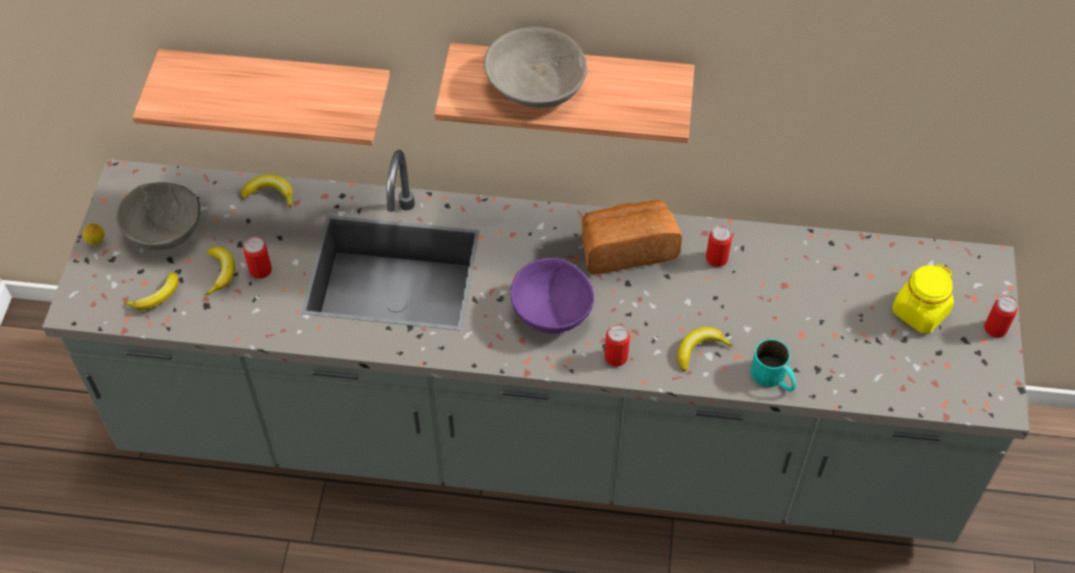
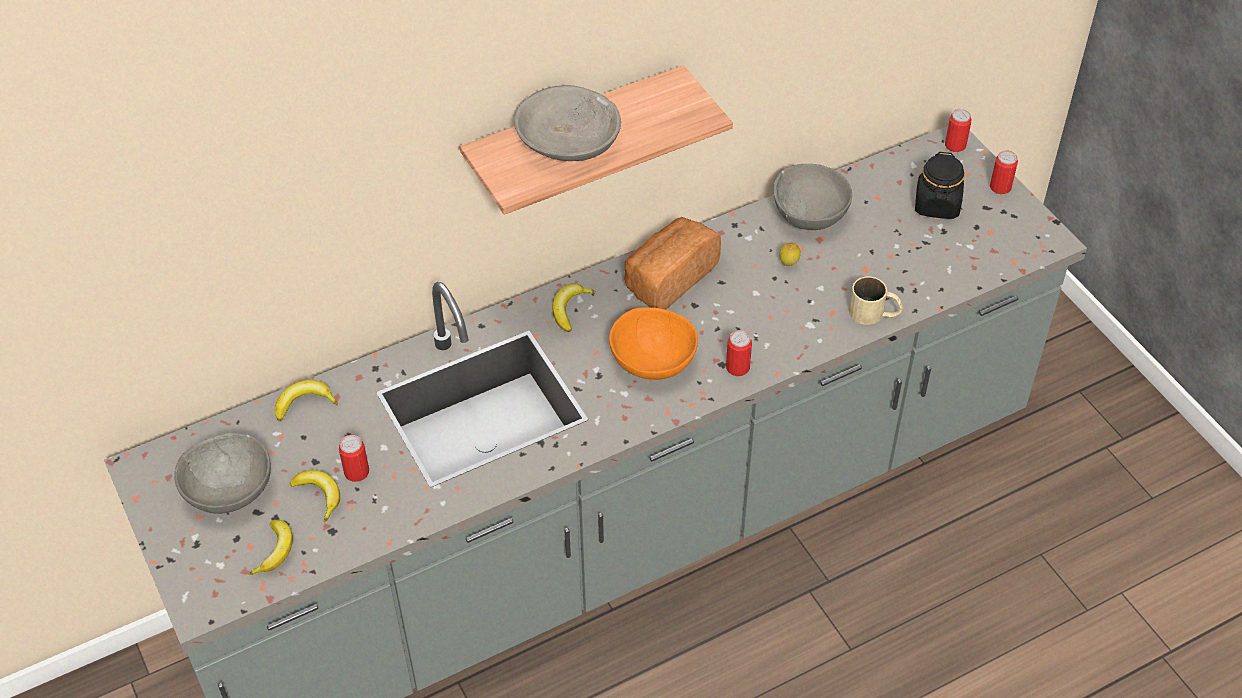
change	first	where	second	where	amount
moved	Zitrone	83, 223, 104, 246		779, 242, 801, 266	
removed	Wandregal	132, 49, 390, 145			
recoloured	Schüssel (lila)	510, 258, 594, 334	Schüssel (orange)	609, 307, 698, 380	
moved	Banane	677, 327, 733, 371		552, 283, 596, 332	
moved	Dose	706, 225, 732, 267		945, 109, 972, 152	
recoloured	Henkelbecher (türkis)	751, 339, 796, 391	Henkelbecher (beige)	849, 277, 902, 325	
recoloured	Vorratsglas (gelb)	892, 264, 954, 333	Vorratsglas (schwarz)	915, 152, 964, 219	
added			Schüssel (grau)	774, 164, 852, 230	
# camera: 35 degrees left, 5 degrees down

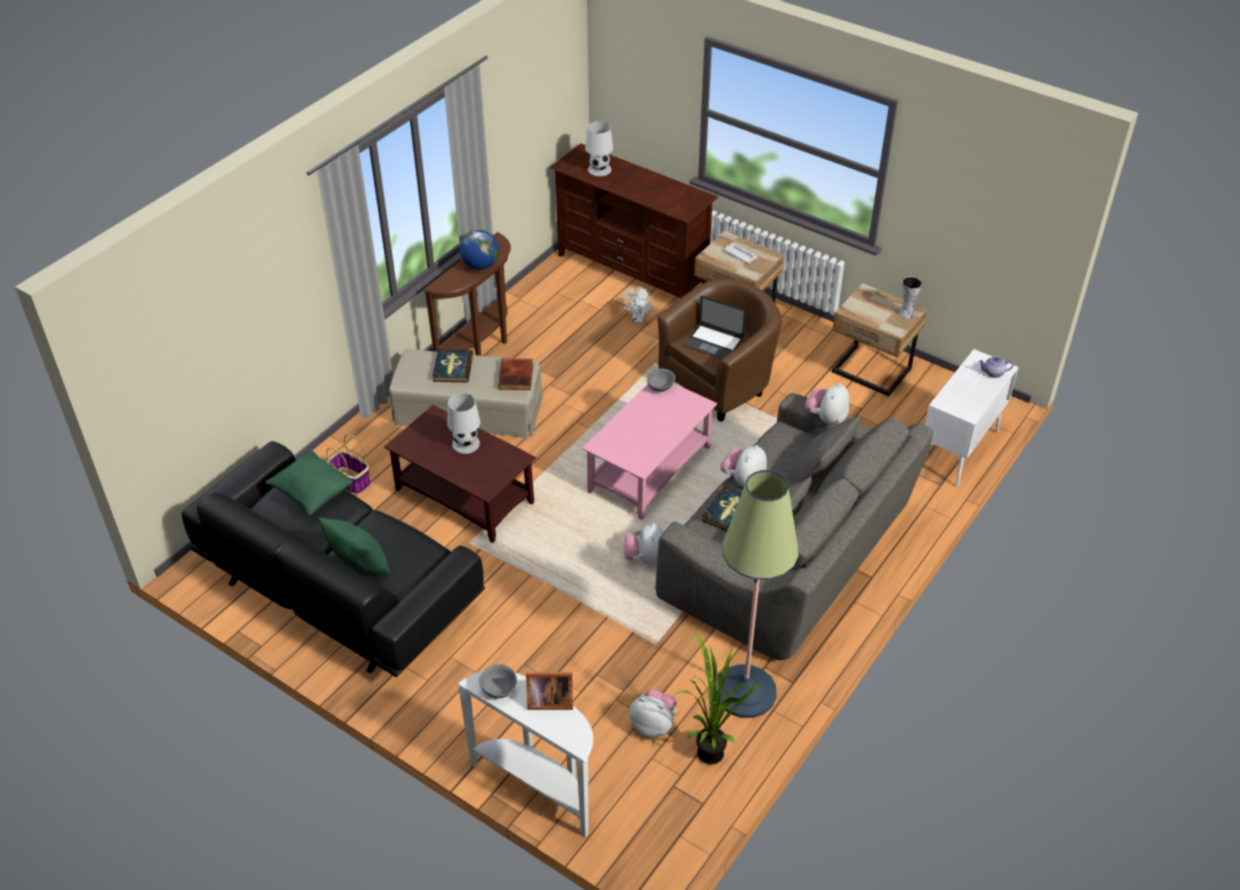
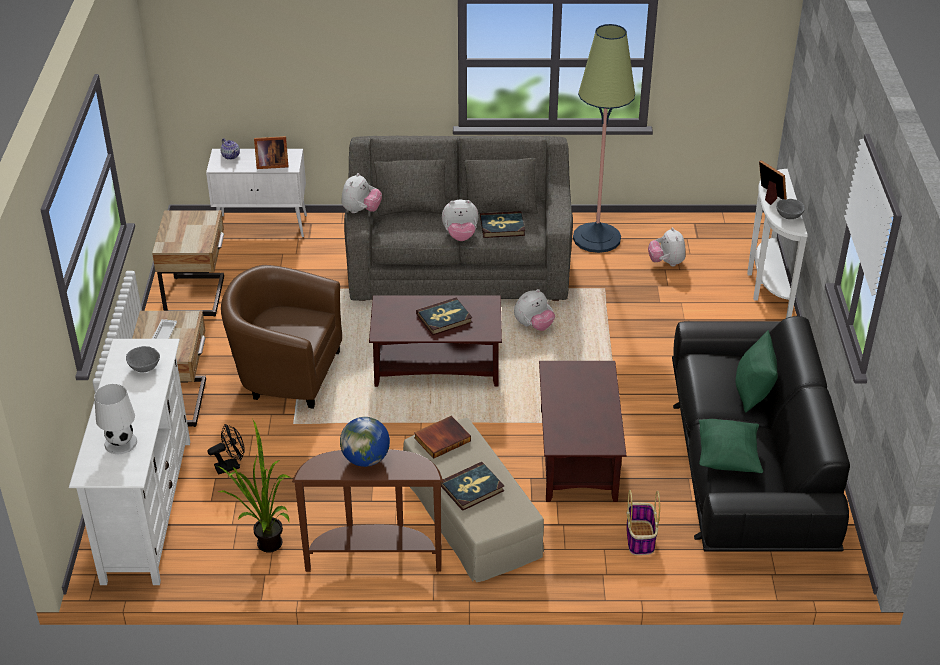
change	first	where	second	where	amount
removed	Tischlampe (weiß)	447, 393, 480, 454			
recoloured	Fernsehschrank (braun)	549, 144, 718, 299	Fernsehschrank (weiß)	69, 339, 190, 585	
recoloured	Couchtisch (rosa)	582, 383, 717, 520	Couchtisch (braun)	369, 295, 502, 387	
recoloured	Ventilator (weiß)	621, 286, 654, 323	Ventilator (schwarz)	208, 424, 245, 475	
moved	Schüssel (grau)	647, 369, 675, 392		126, 346, 160, 373	
moved	Topfpflanze	675, 632, 761, 765		217, 420, 291, 553	
removed	Laptop	684, 296, 746, 359			
turned	Plüschtier	805, 383, 849, 426		341, 173, 382, 213	60 degrees counterclockwise
removed	Vase	899, 276, 922, 319			
added			Bilderrahmen	254, 136, 289, 169	
added			Buch	416, 298, 473, 335	
# camera: 125 degrees left, 5 degrees down

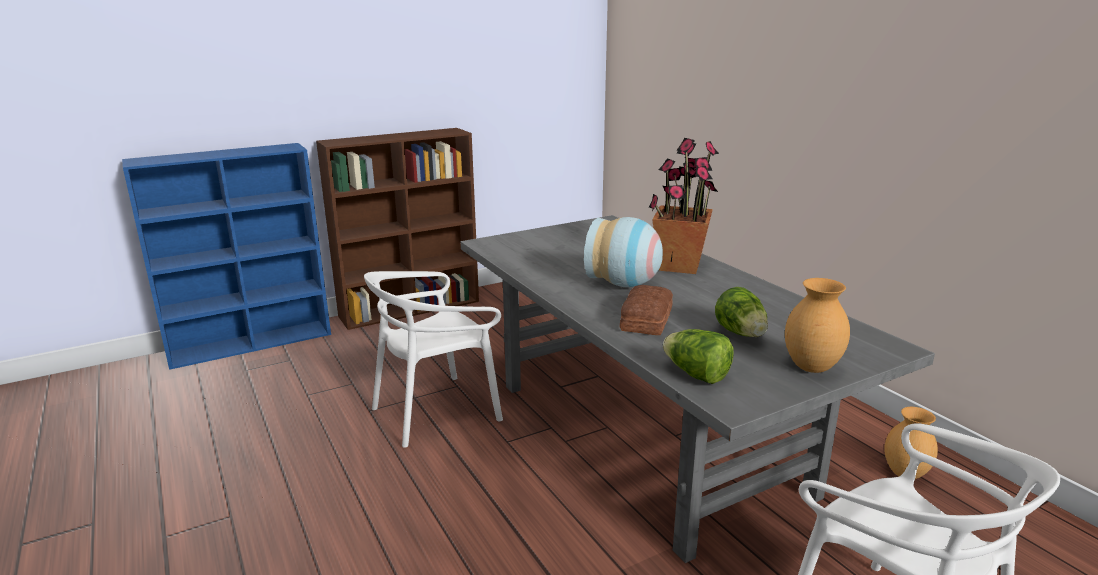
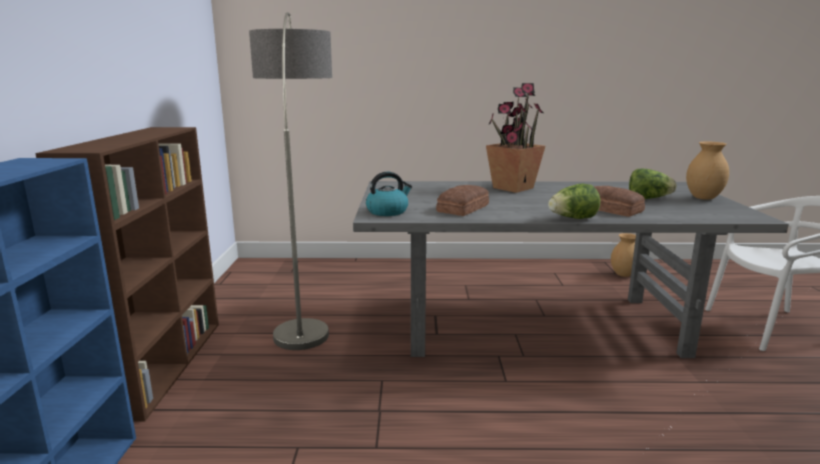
change	first	where	second	where	amount
removed	Stuhl (weiß)	364, 271, 503, 448			
removed	Vase	584, 217, 663, 287			
moved	Salatkopf	663, 329, 734, 384		548, 183, 600, 219	
added			Stehlampe	249, 12, 332, 350	
added			Wasserkessel	366, 172, 412, 216	
added			Brot	436, 185, 489, 216	
# camera: 60 degrees left, 5 degrees down

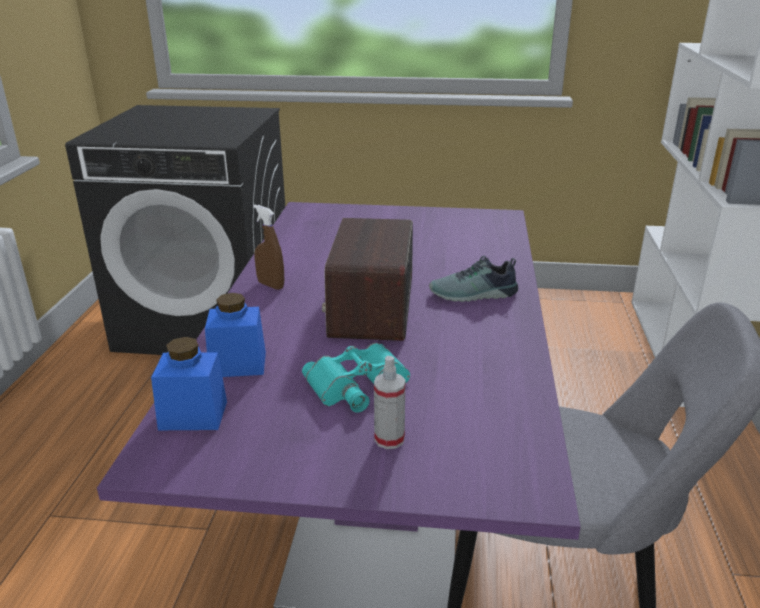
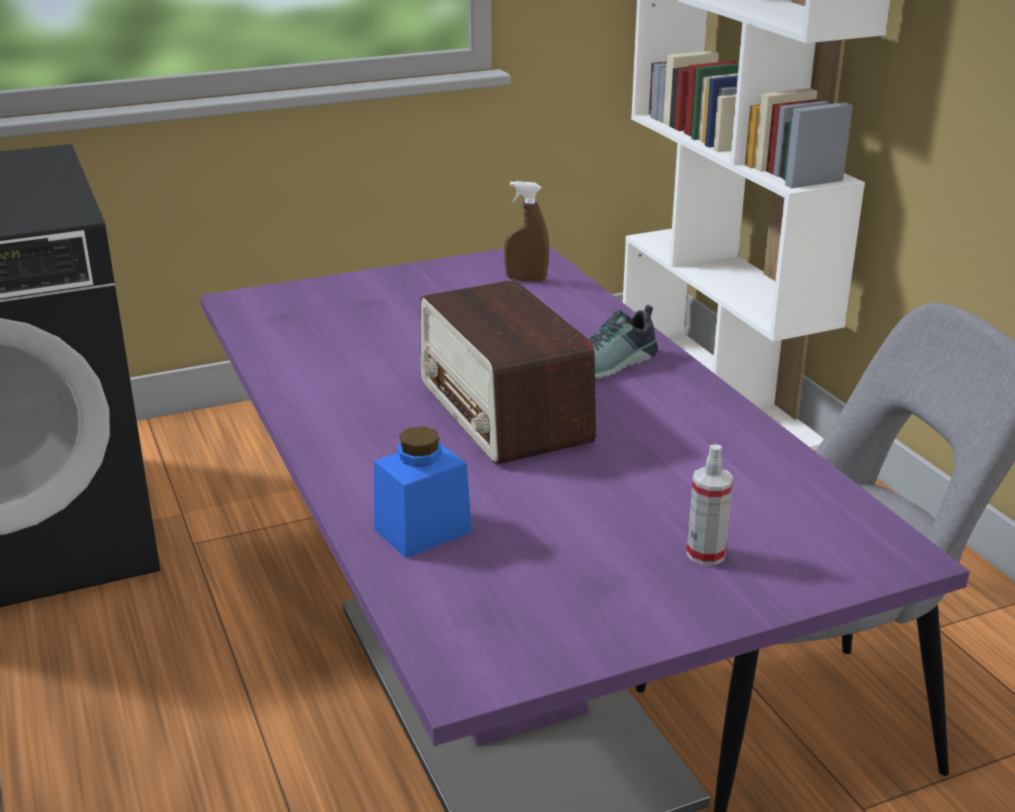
change	first	where	second	where	amount
removed	Vorratsglas (blau)	151, 337, 227, 430			
moved	Sprühflasche (braun)	253, 205, 284, 290		504, 181, 549, 282	
removed	Fernglas (türkis)	302, 343, 410, 412			
# camera: 30 degrees left, 0 degrees up

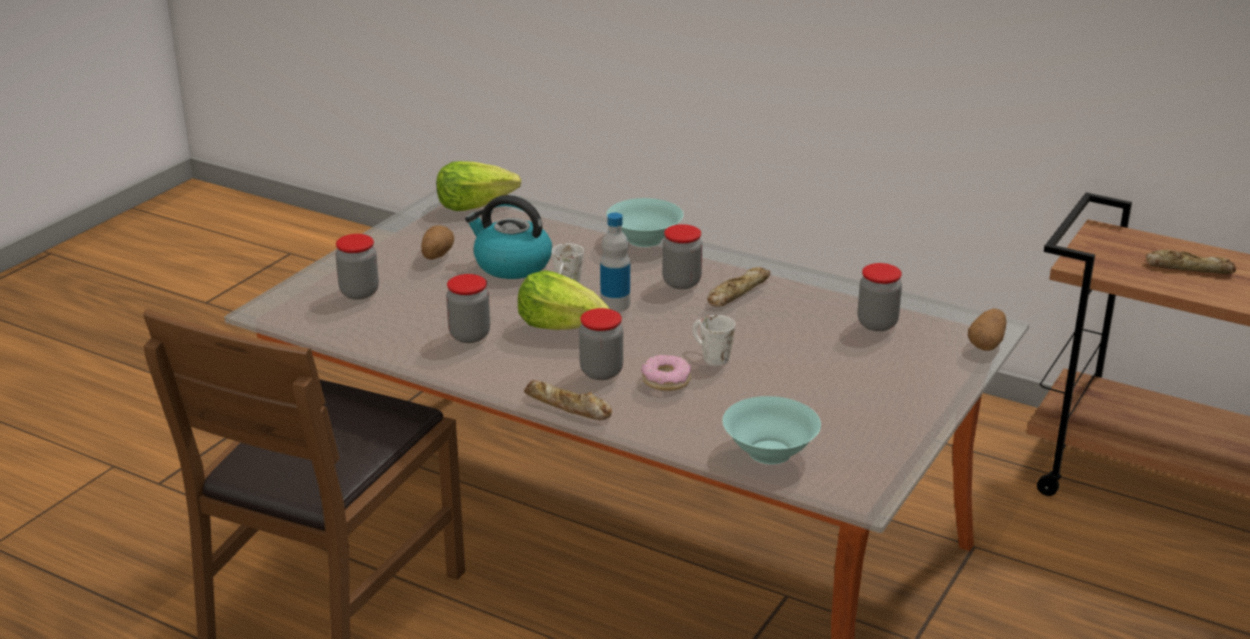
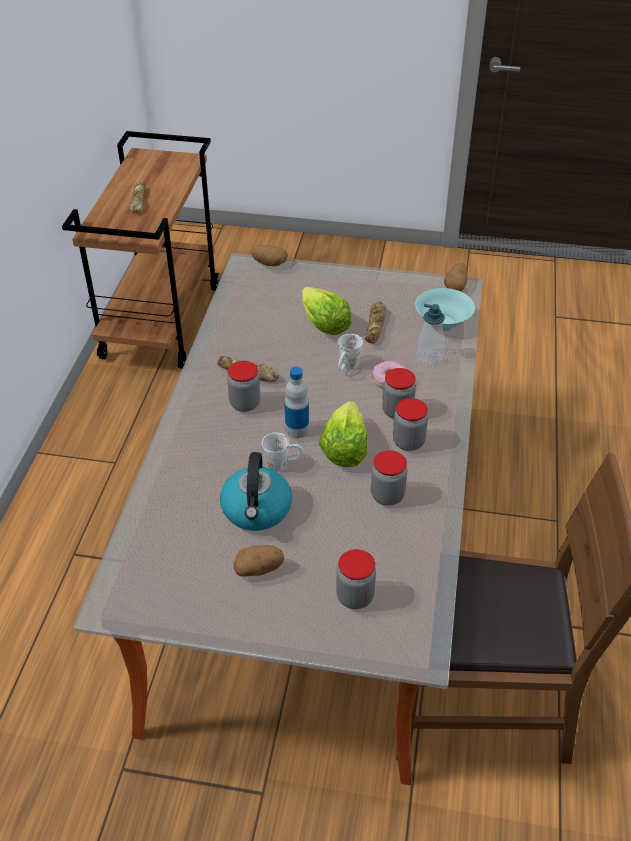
change	first	where	second	where	amount
moved	Salatkopf	436, 161, 521, 211		302, 286, 352, 335	
moved	Brot	524, 380, 612, 420		365, 301, 386, 343	
removed	Schüssel (türkis)	606, 198, 683, 247			
moved	Vorratsglas	857, 263, 902, 331		393, 398, 428, 451	
added			Seifenspender	416, 304, 445, 365	
added			Kartoffel	444, 263, 468, 292	
# camera: 110 degrees left, 15 degrees up

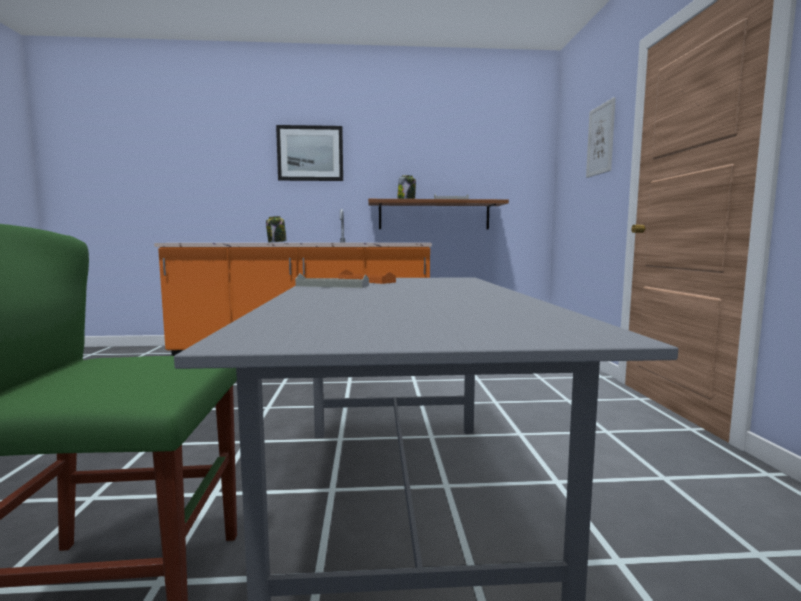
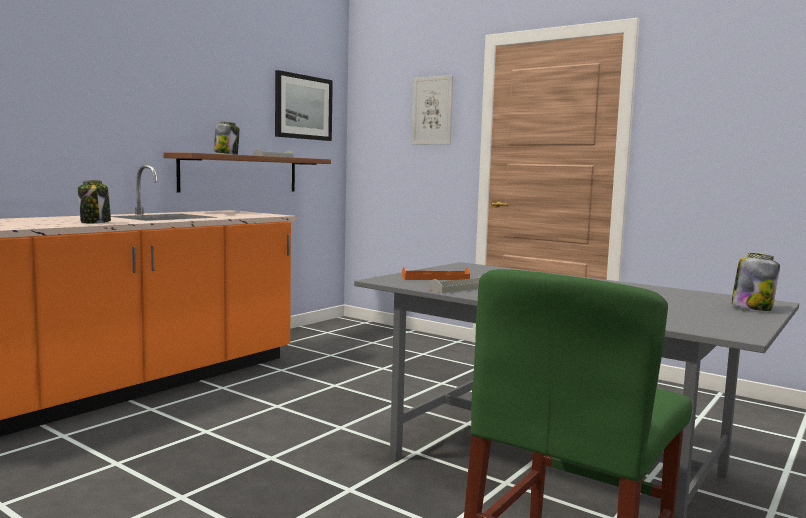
change	first	where	second	where	amount
moved	Bild	276, 125, 343, 181		275, 70, 333, 141	
added			Vorratsglas	731, 253, 780, 311	
# camera: 50 degrees left, 0 degrees up

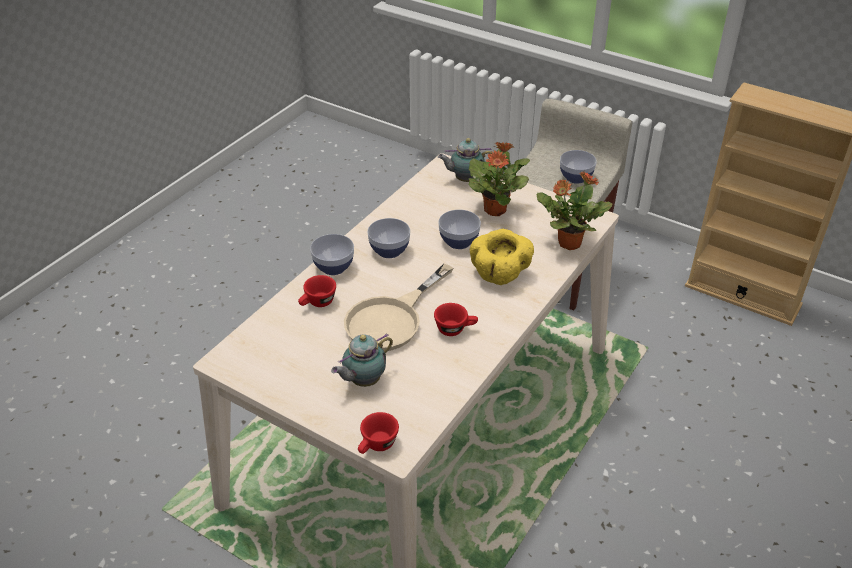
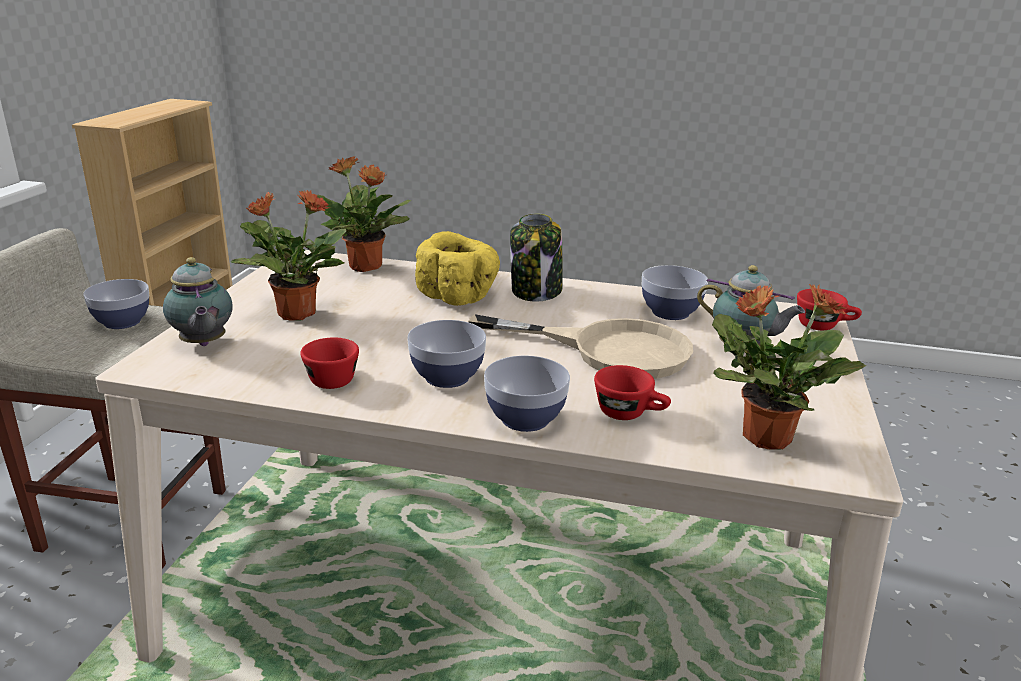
change	first	where	second	where	amount
moved	Tasse (rot)	434, 303, 478, 336		300, 338, 359, 389	
moved	Schüssel	439, 210, 481, 249		642, 265, 708, 320	
added			Vorratsglas	510, 214, 563, 302	
added			Topfpflanze	712, 284, 866, 450	
# camera: 110 degrees left, 15 degrees down

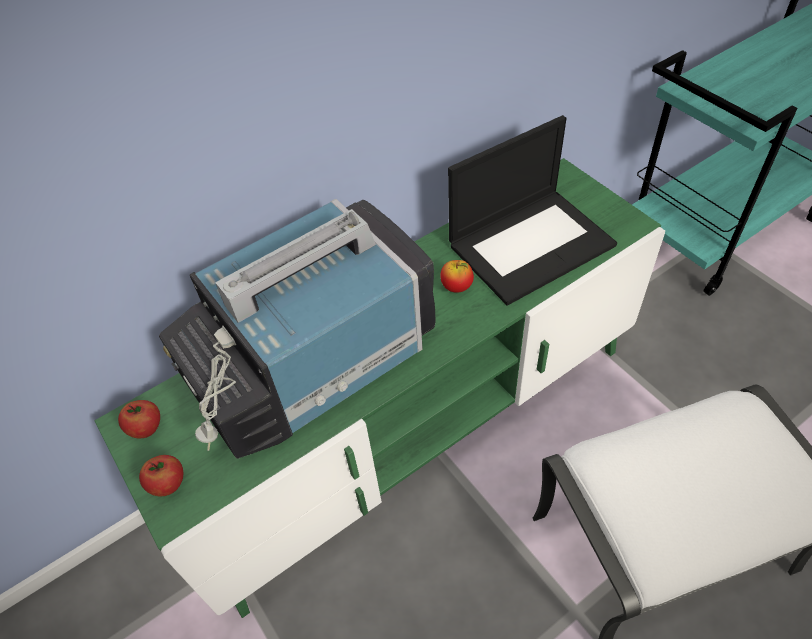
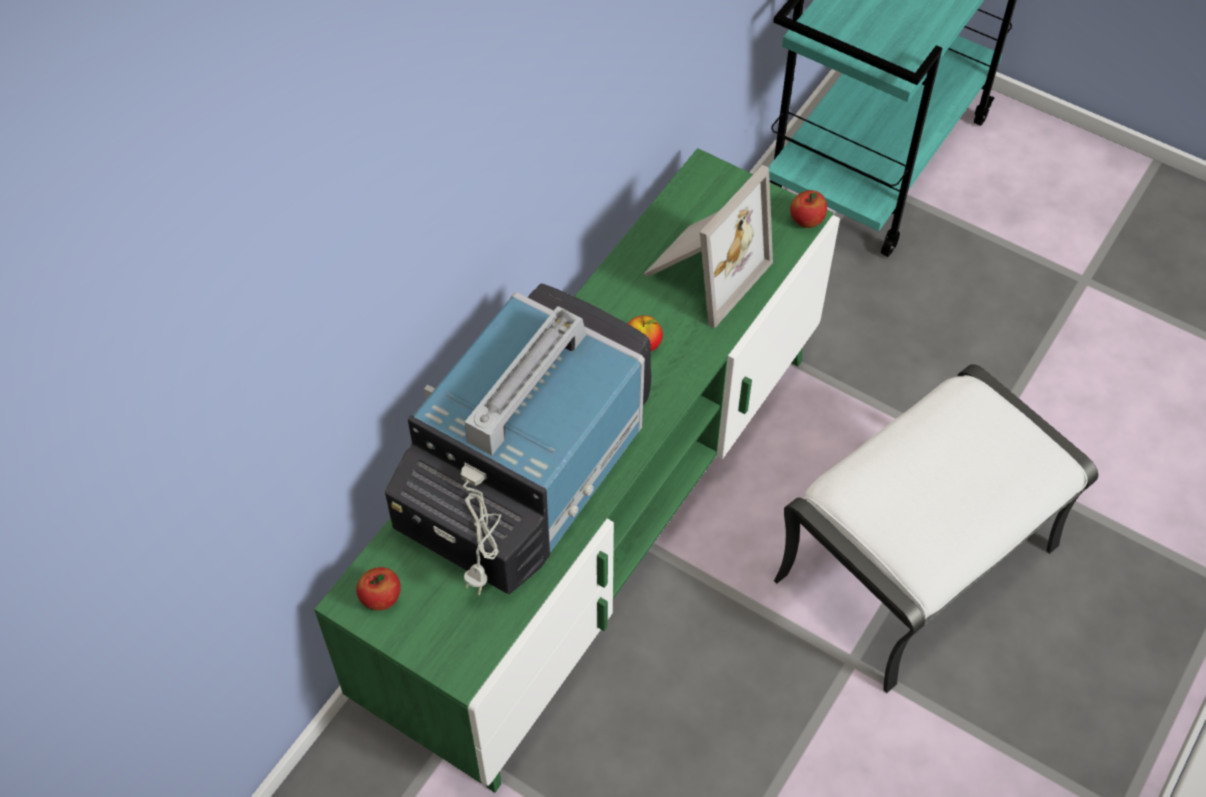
change	first	where	second	where	amount
moved	Apfel	139, 455, 183, 496		790, 190, 827, 228	
replaced	Laptop	448, 115, 617, 305	Bilderrahmen	644, 165, 773, 329	
# camera: 25 degrees left, 5 degrees up

